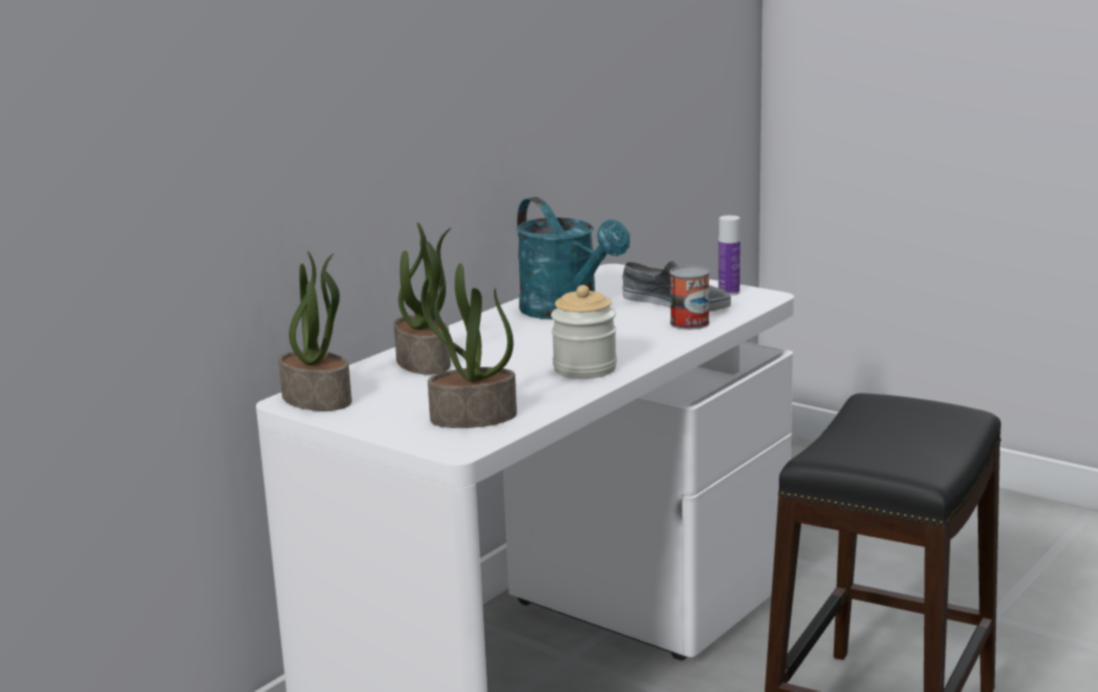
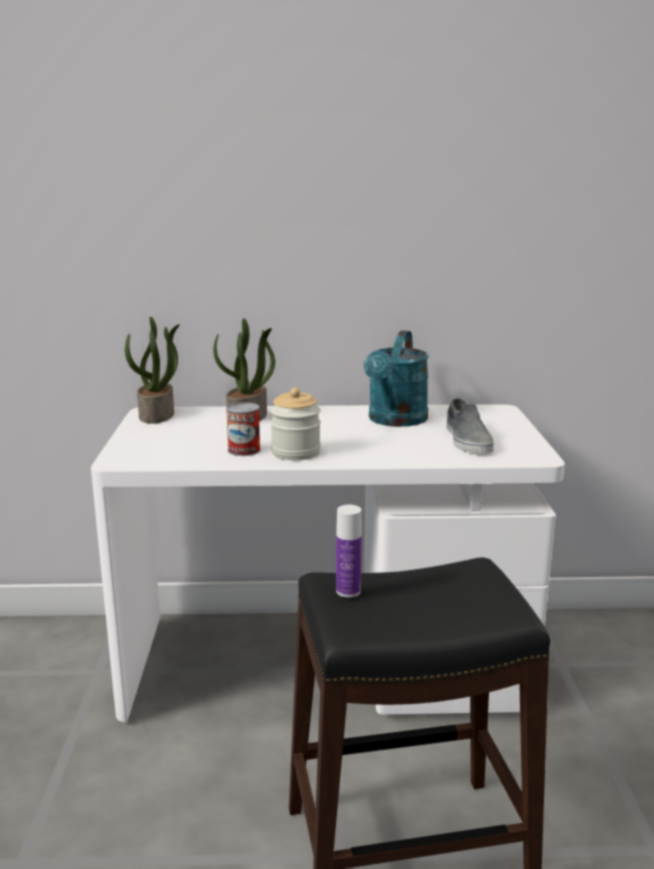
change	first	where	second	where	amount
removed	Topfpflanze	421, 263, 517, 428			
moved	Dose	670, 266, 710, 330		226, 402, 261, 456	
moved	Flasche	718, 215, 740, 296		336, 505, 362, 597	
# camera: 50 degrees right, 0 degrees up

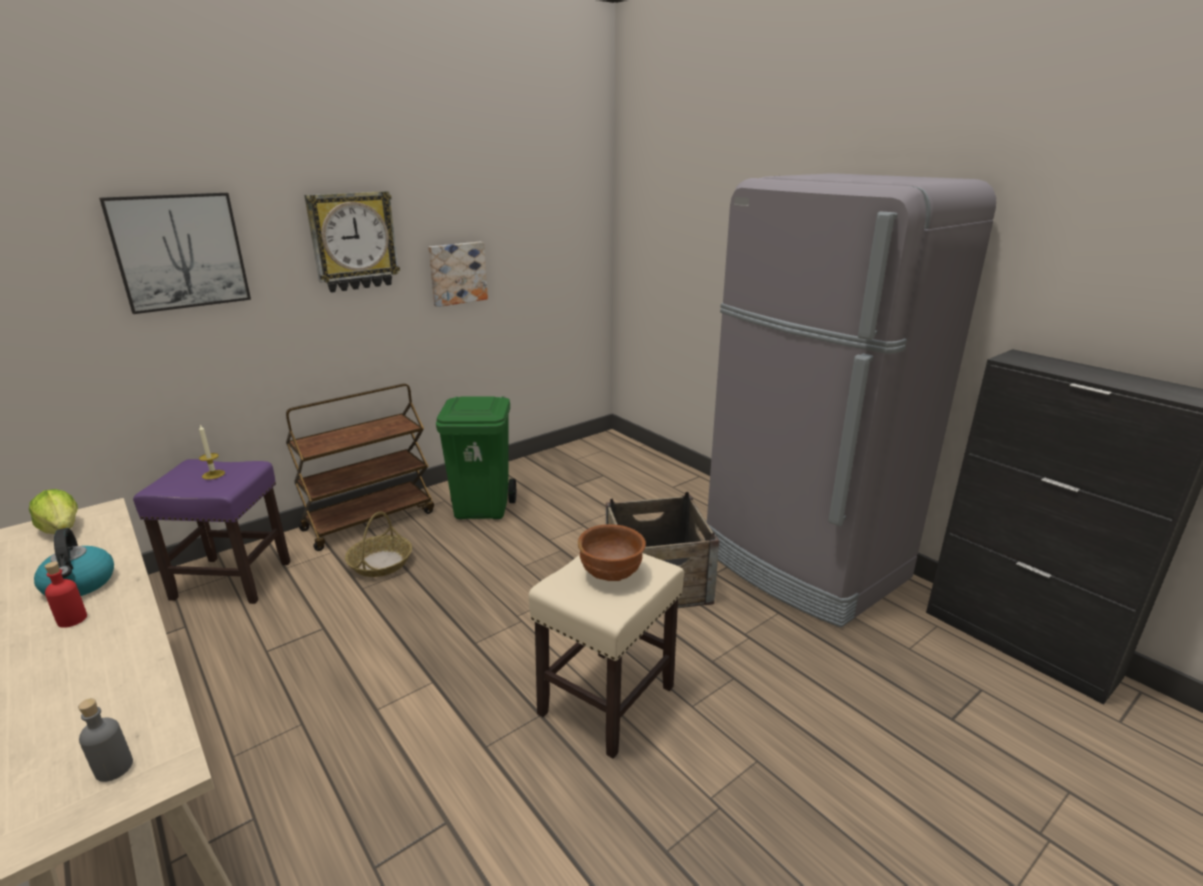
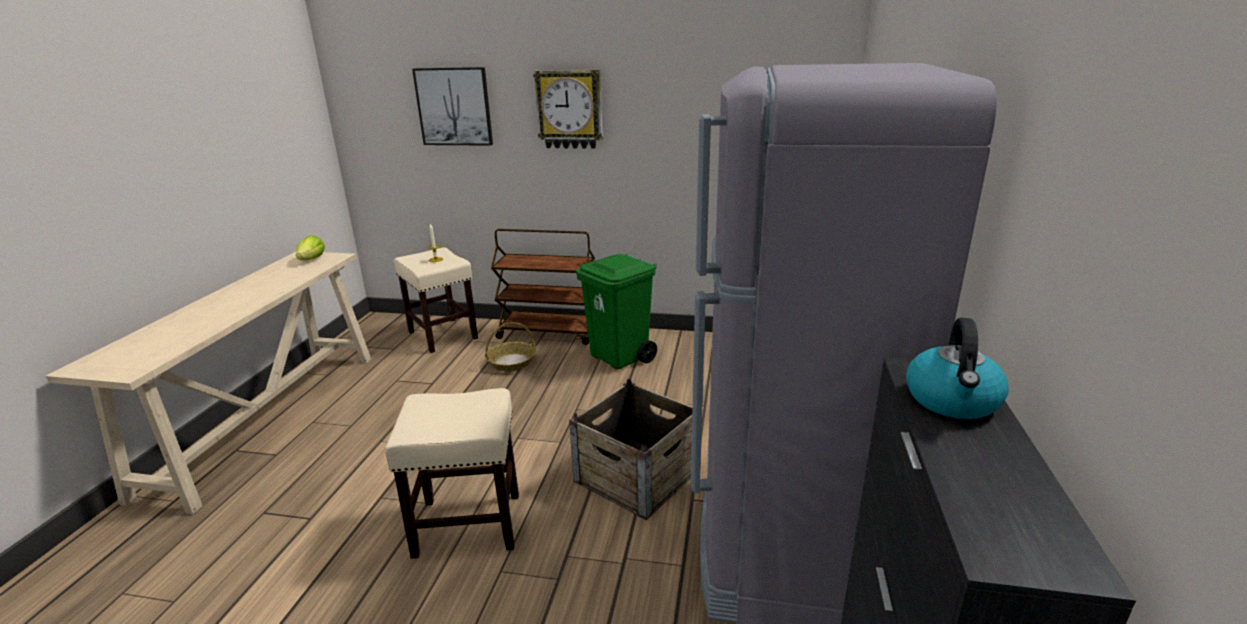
change	first	where	second	where	amount
moved	Wasserkessel	34, 528, 114, 596		906, 318, 1009, 419	
removed	Flasche (rot)	44, 562, 87, 628			
removed	Flasche (grau)	78, 698, 133, 782			
recoloured	Hocker (lila)	133, 459, 291, 604	Hocker (beige)	394, 247, 478, 353	
removed	Bild	428, 242, 488, 307			
removed	Schüssel (braun)	578, 524, 646, 581			
# camera: 50 degrees right, 0 degrees up

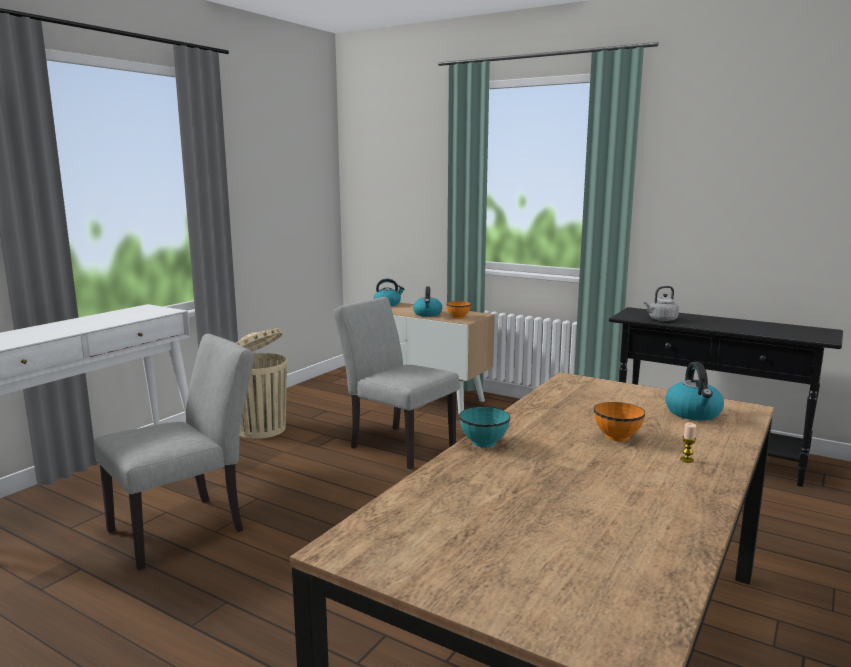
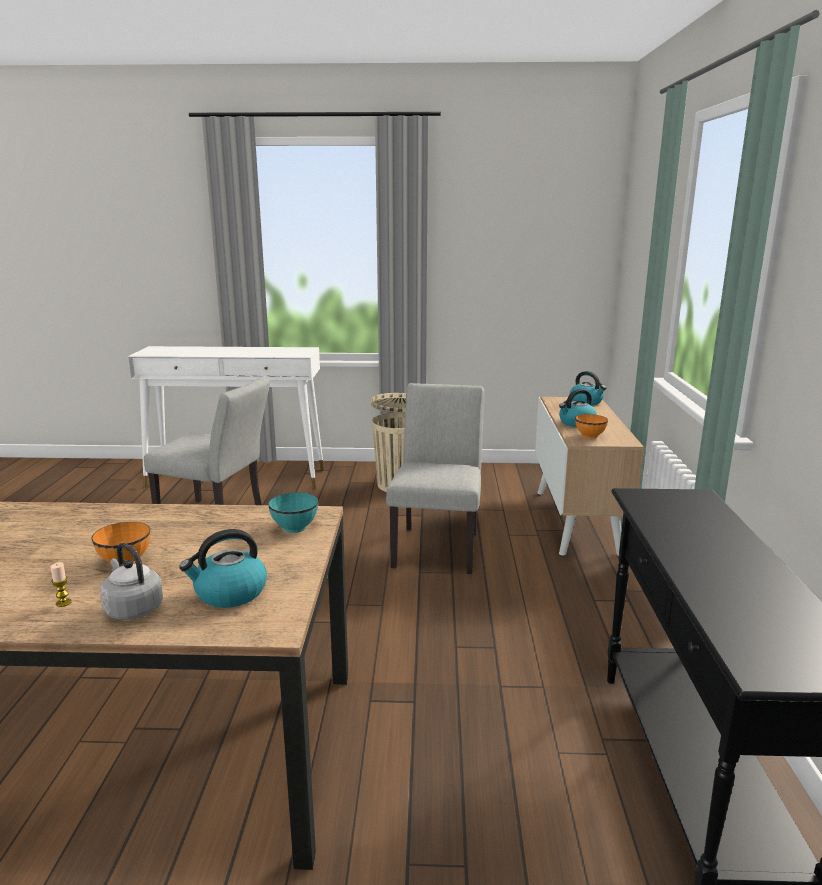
change	first	where	second	where	amount
moved	Schüssel (türkis)	459, 407, 510, 448		268, 492, 318, 533	
moved	Wasserkessel (grau)	644, 286, 679, 321		100, 543, 163, 620	
# camera: 60 degrees right, 5 degrees up

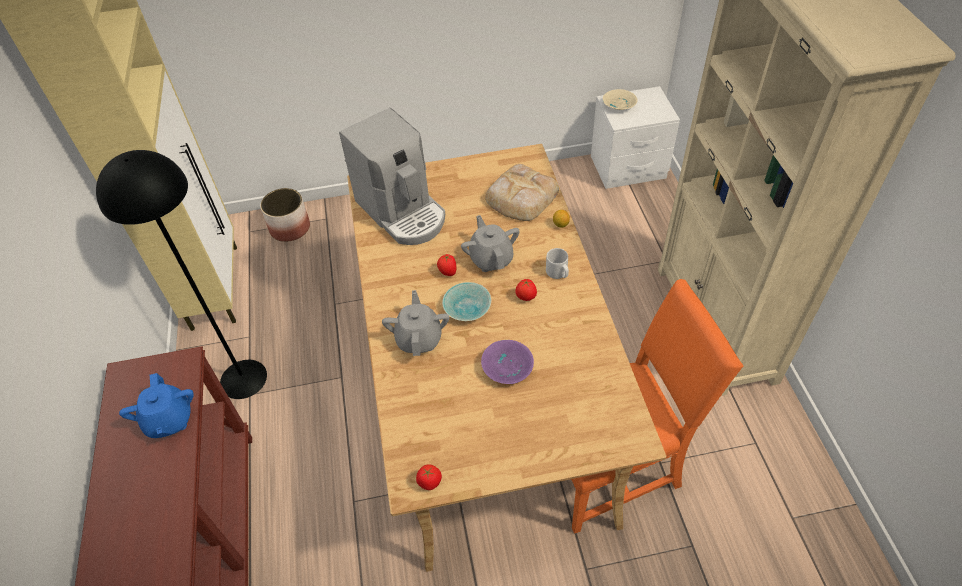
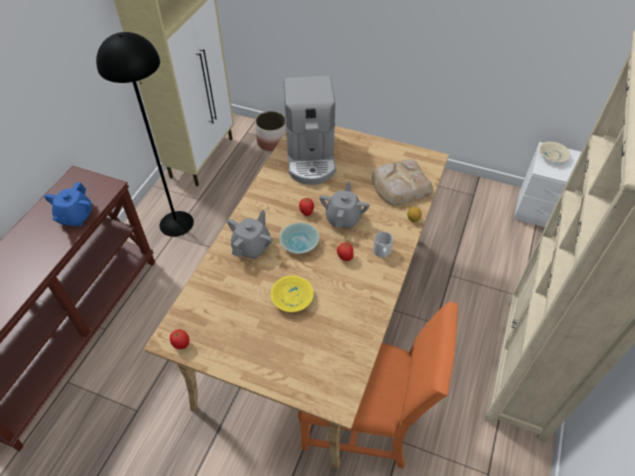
change	first	where	second	where	amount
recoloured	Schüssel (lila)	481, 340, 534, 384	Schüssel (gelb)	271, 275, 314, 312	
# camera: 30 degrees right, 0 degrees up

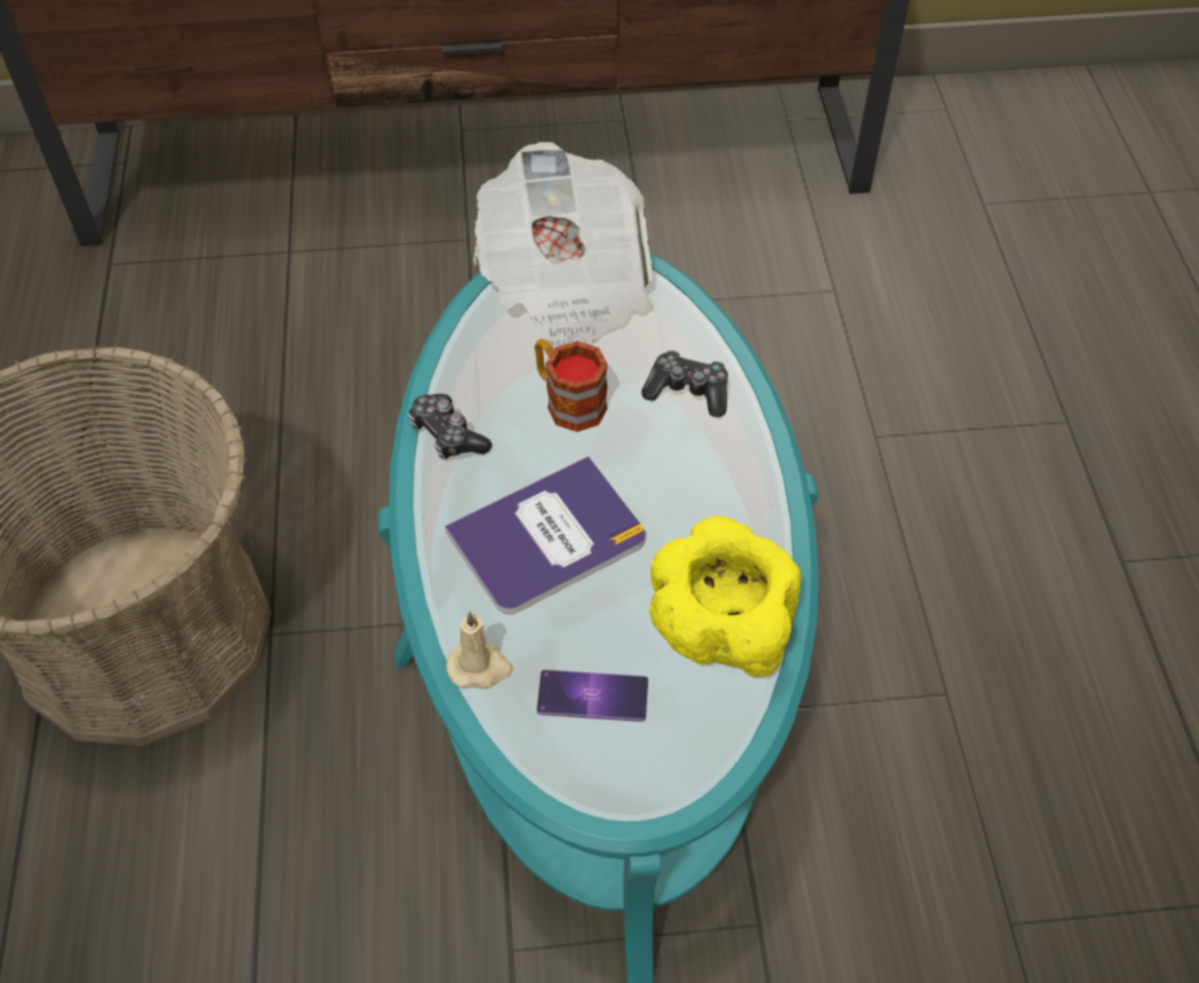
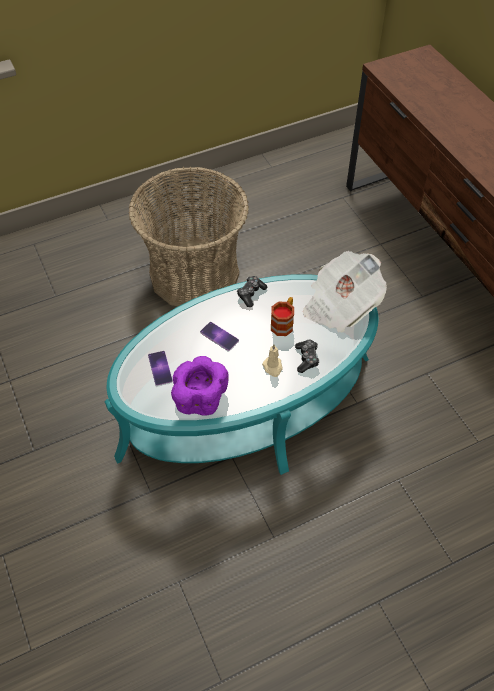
change	first	where	second	where	amount
replaced	Buch	445, 456, 646, 614	Handy	200, 322, 239, 351	
moved	Kerze (beige)	447, 611, 513, 689		262, 344, 283, 377	
recoloured	Schüssel (gelb)	649, 516, 802, 677	Schüssel (lila)	171, 356, 229, 416	
# camera: 70 degrees right, 0 degrees up

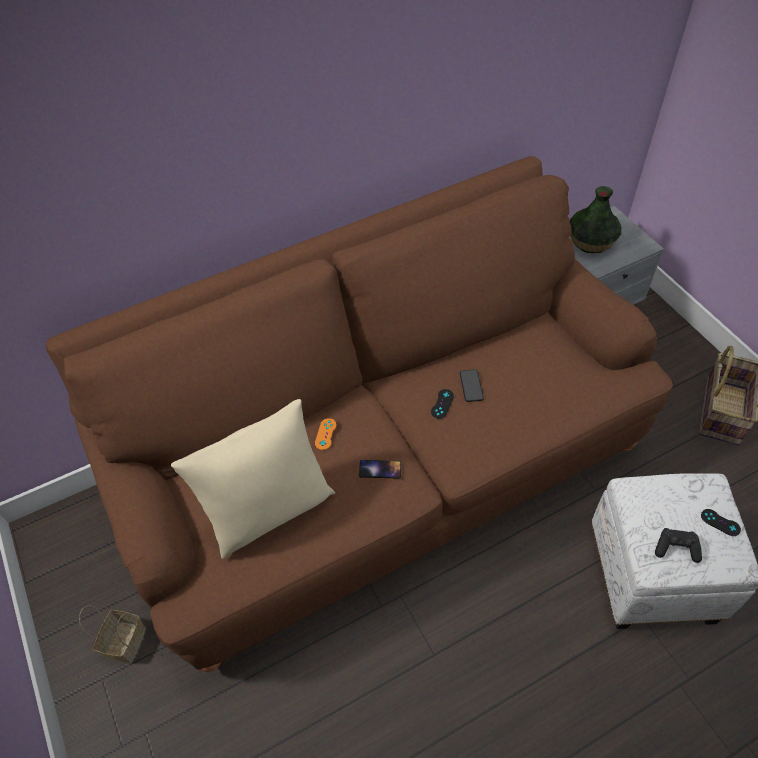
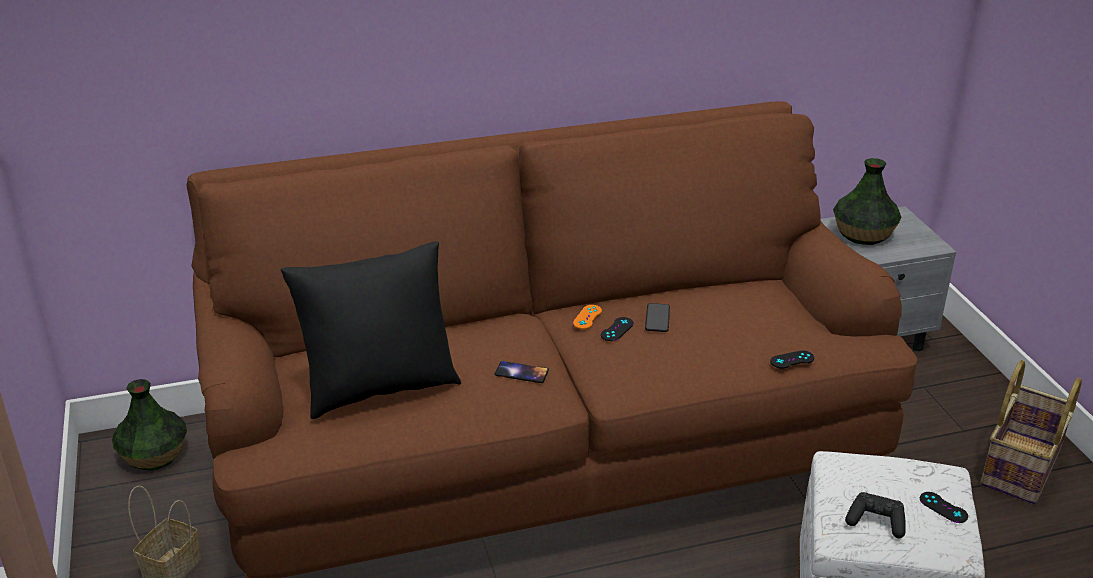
change	first	where	second	where	amount
recoloured	Kissen (beige)	171, 399, 335, 559	Kissen (schwarz)	281, 241, 461, 419	
moved	Gamepad (orange)	315, 418, 336, 450		573, 305, 602, 329	
added			Vase	112, 379, 187, 471	
added			Gamepad (schwarz)	770, 350, 814, 369	
# camera: 10 degrees right, 20 degrees down

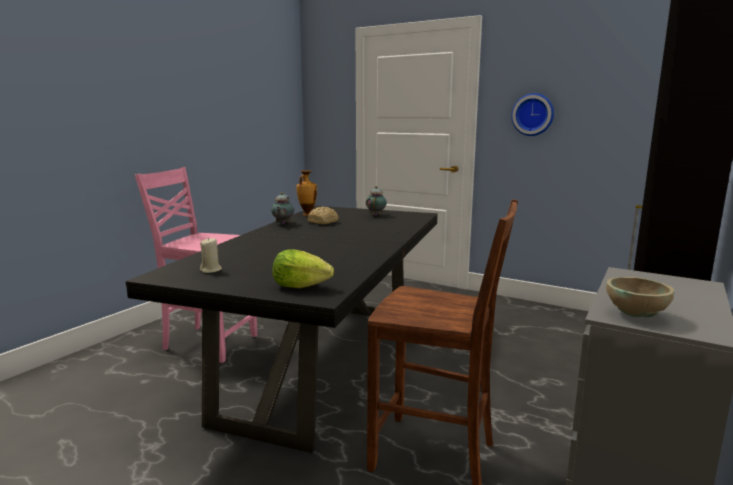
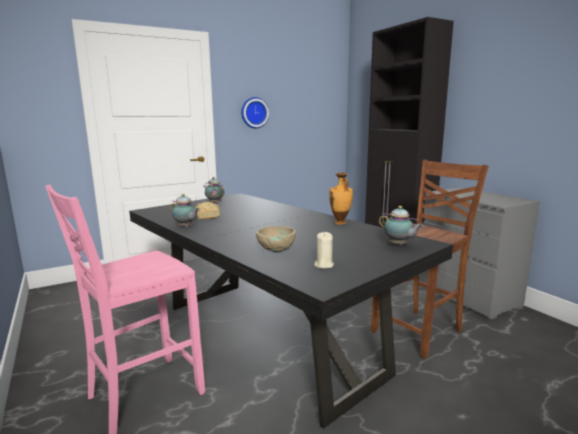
change	first	where	second	where	amount
replaced	Salatkopf	272, 249, 334, 288	Teekanne	379, 206, 423, 246	
moved	Vase	296, 170, 317, 216		329, 173, 353, 224	
moved	Schüssel (beige)	606, 277, 675, 318		256, 226, 296, 253	
# camera: 60 degrees left, 0 degrees up

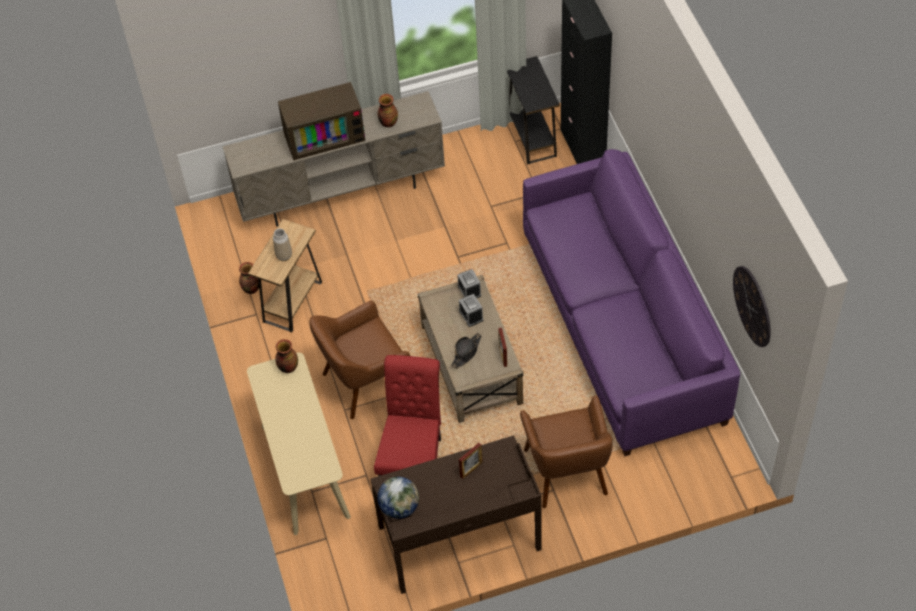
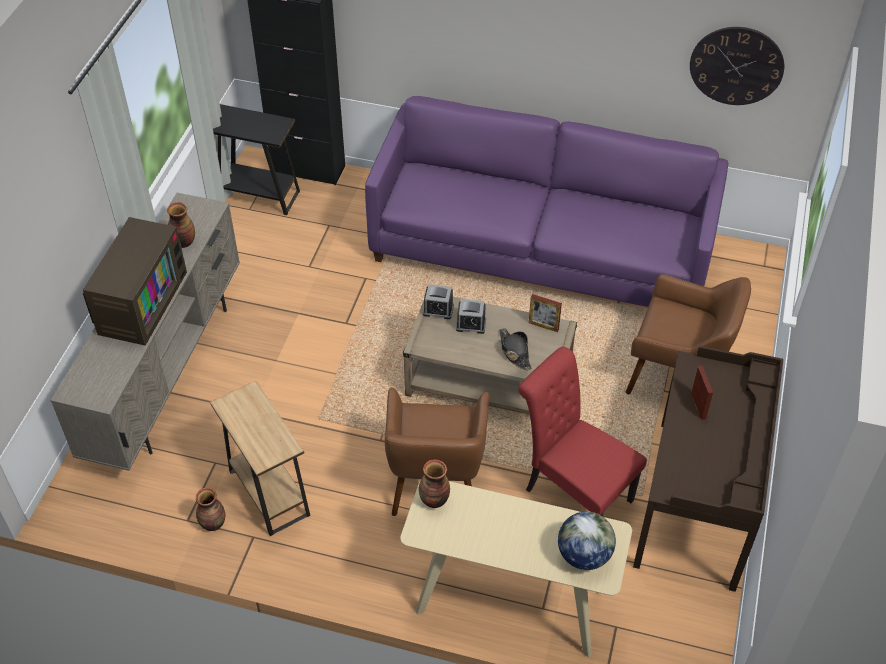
change	first	where	second	where	amount
removed	Vase	273, 228, 292, 261			
moved	Globus	377, 477, 419, 519		558, 511, 616, 570	
# camera: 60 degrees left, 5 degrees down

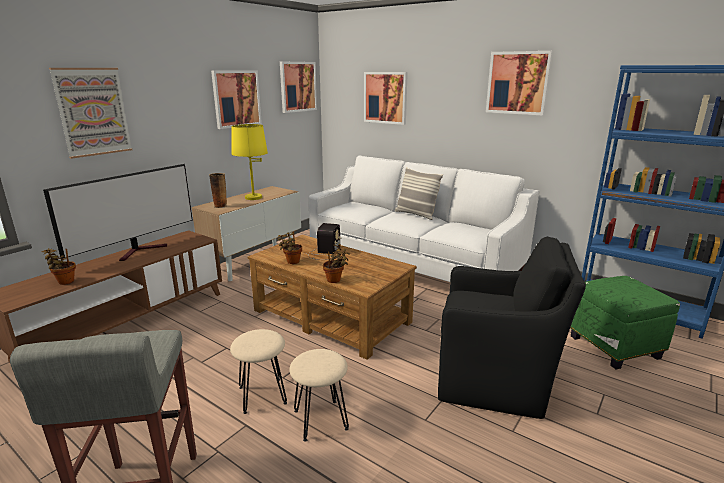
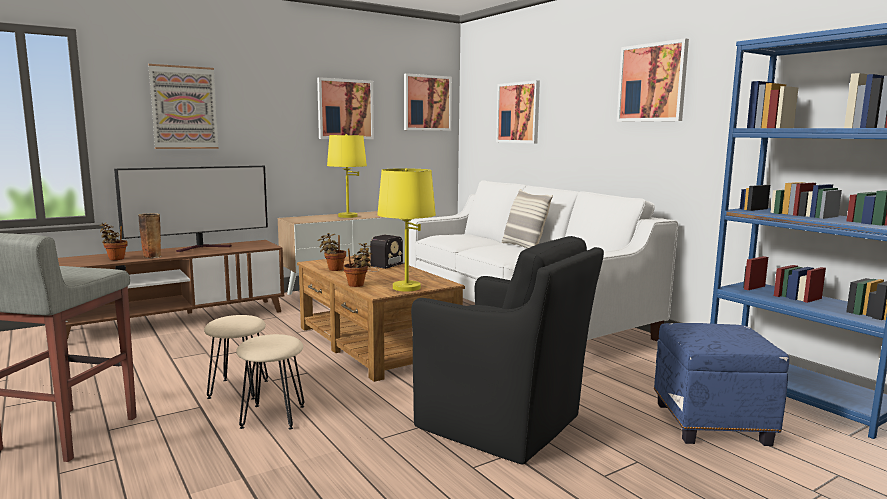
change	first	where	second	where	amount
moved	Vase	209, 173, 227, 208		138, 213, 161, 258	
recoloured	Polsterhocker (grün)	570, 276, 680, 370	Polsterhocker (blau)	654, 323, 789, 446	
added			Tischlampe (gelb)	377, 168, 436, 292	
# camera: 20 degrees right, 10 degrees down

